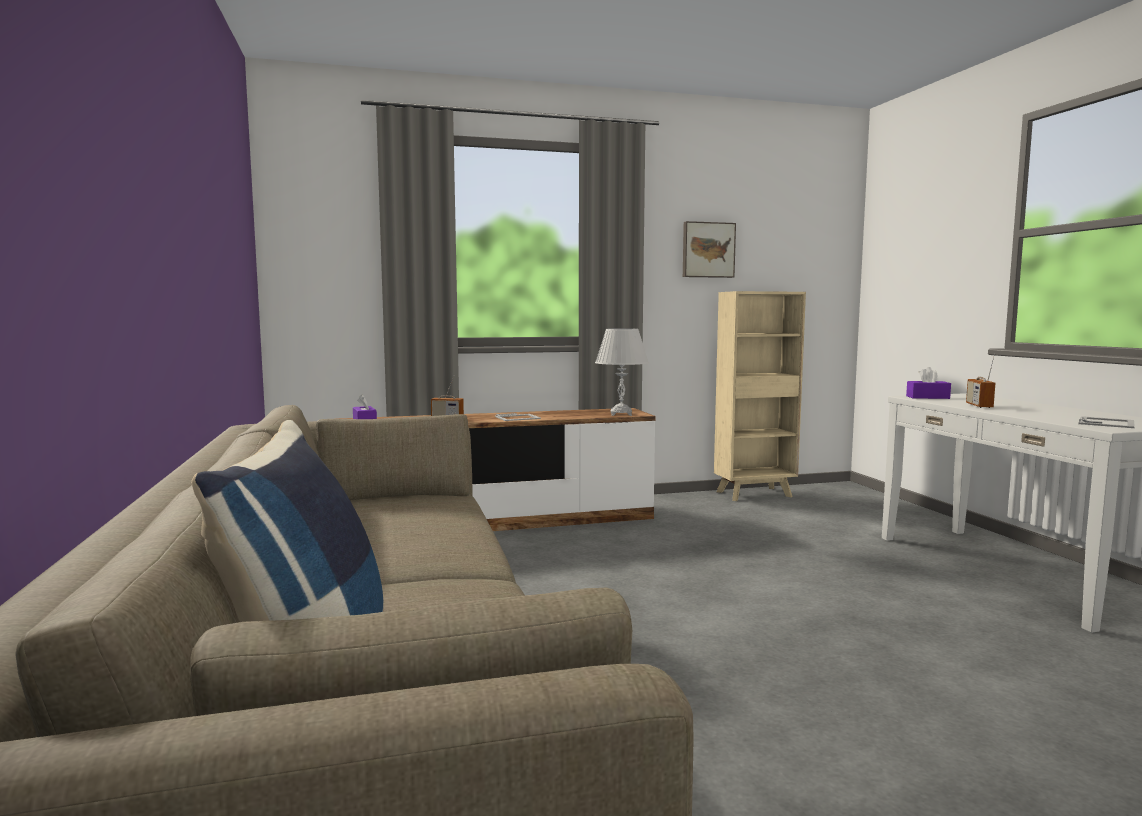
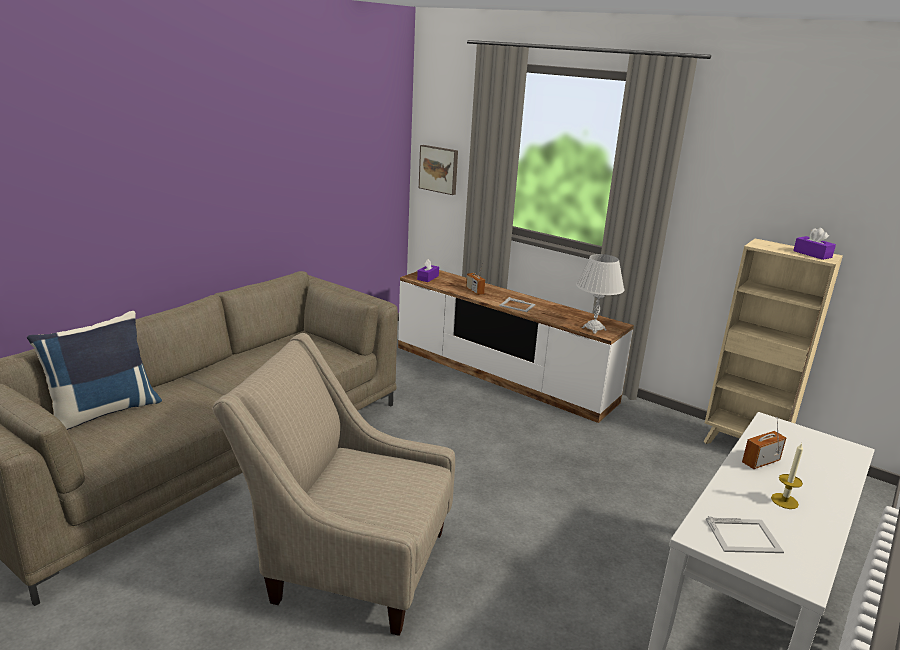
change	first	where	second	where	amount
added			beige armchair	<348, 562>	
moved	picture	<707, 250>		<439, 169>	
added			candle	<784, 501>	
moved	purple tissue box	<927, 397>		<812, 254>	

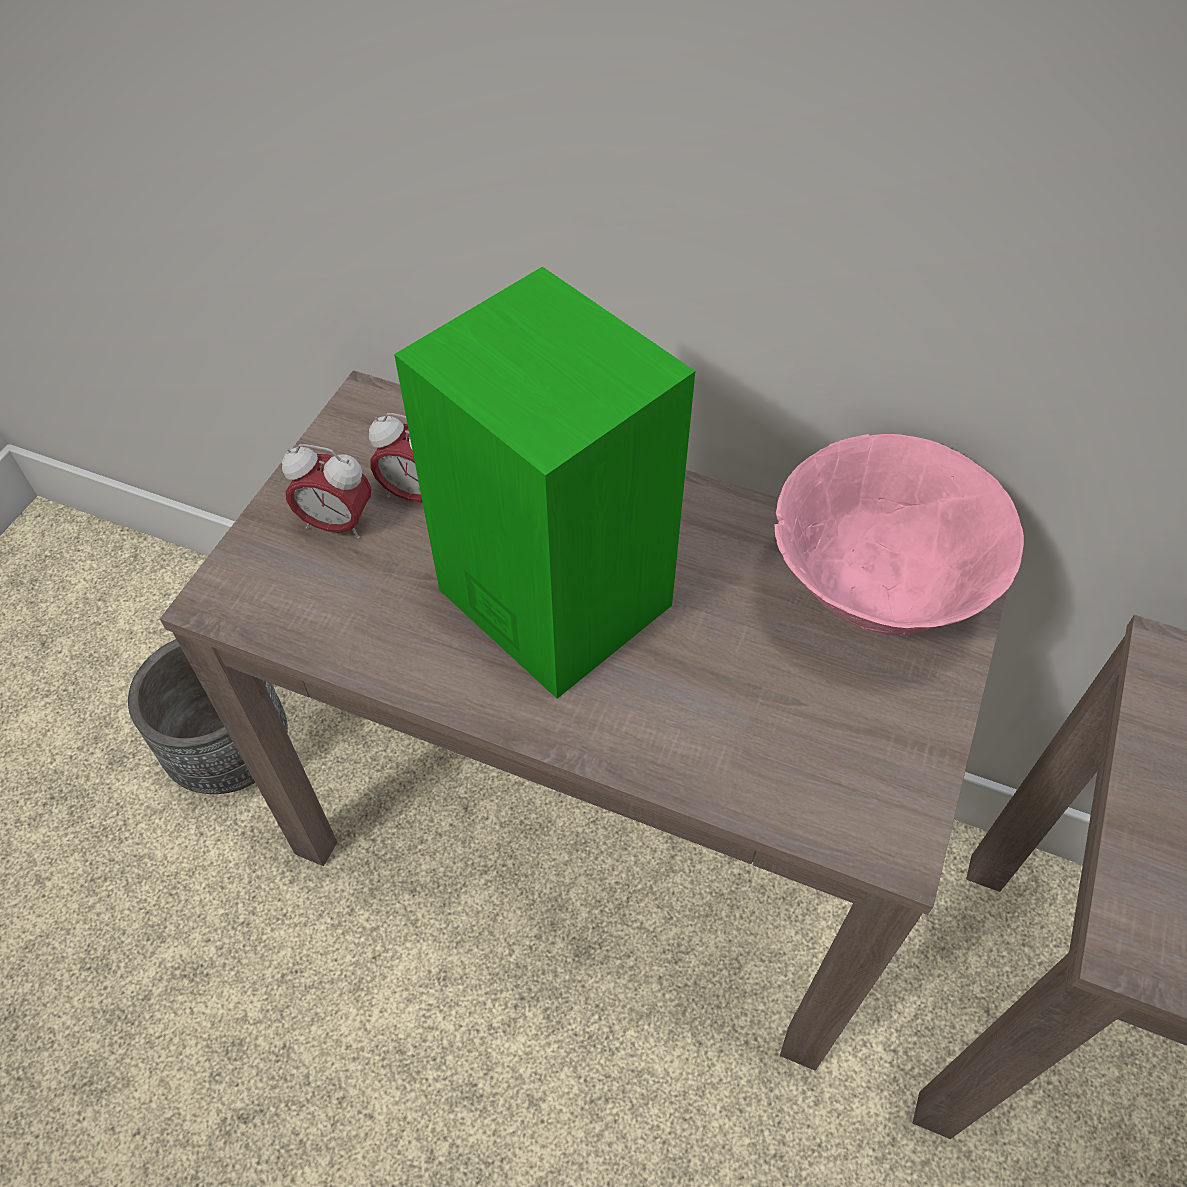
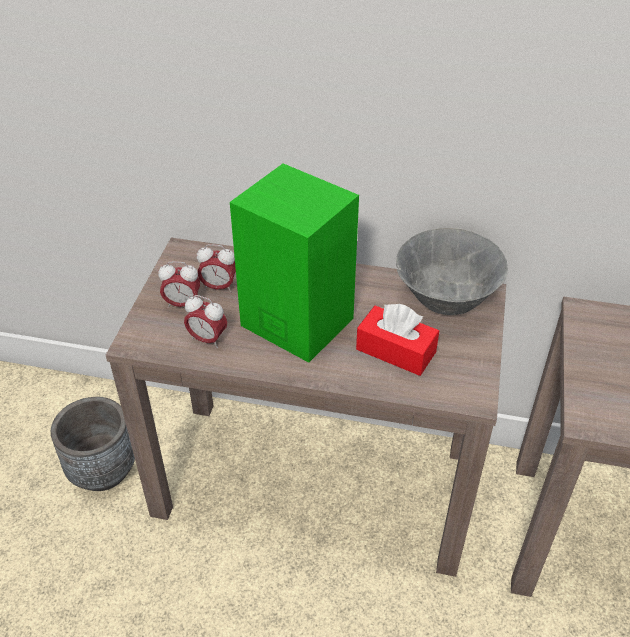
change	first	where	second	where	amount
added			alarm clock	<207, 339>	
added			red tissue box	<396, 351>	
recoloured	pink bowl	<873, 593>	grey bowl	<445, 302>	

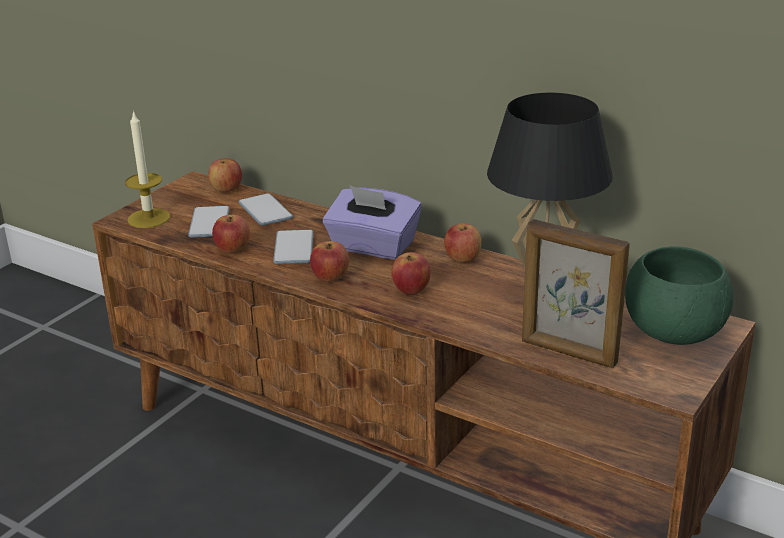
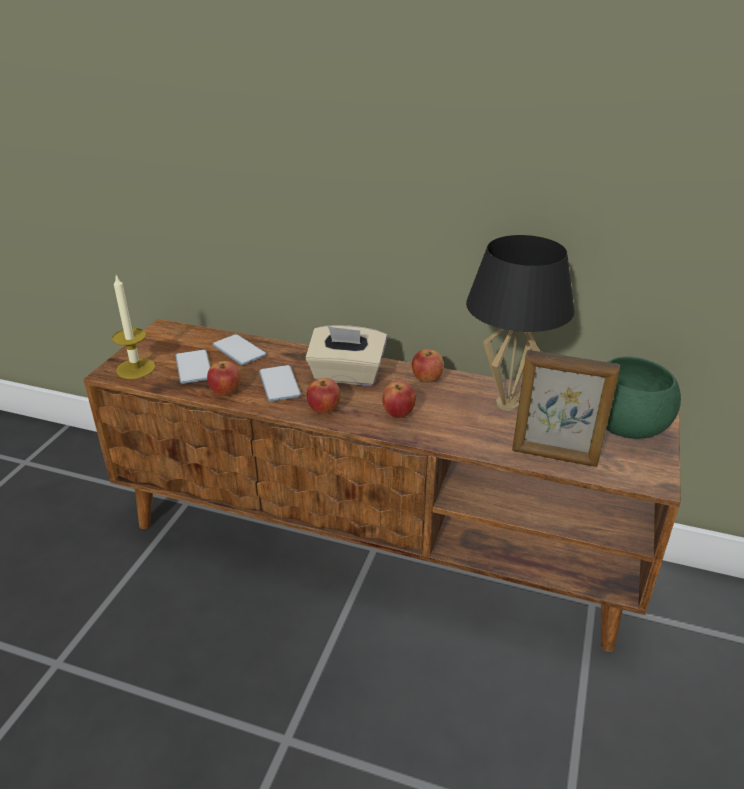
change	first	where	second	where	amount
recoloured	purple tissue box	<372, 247>	beige tissue box	<347, 375>	
removed	apple	<226, 190>			

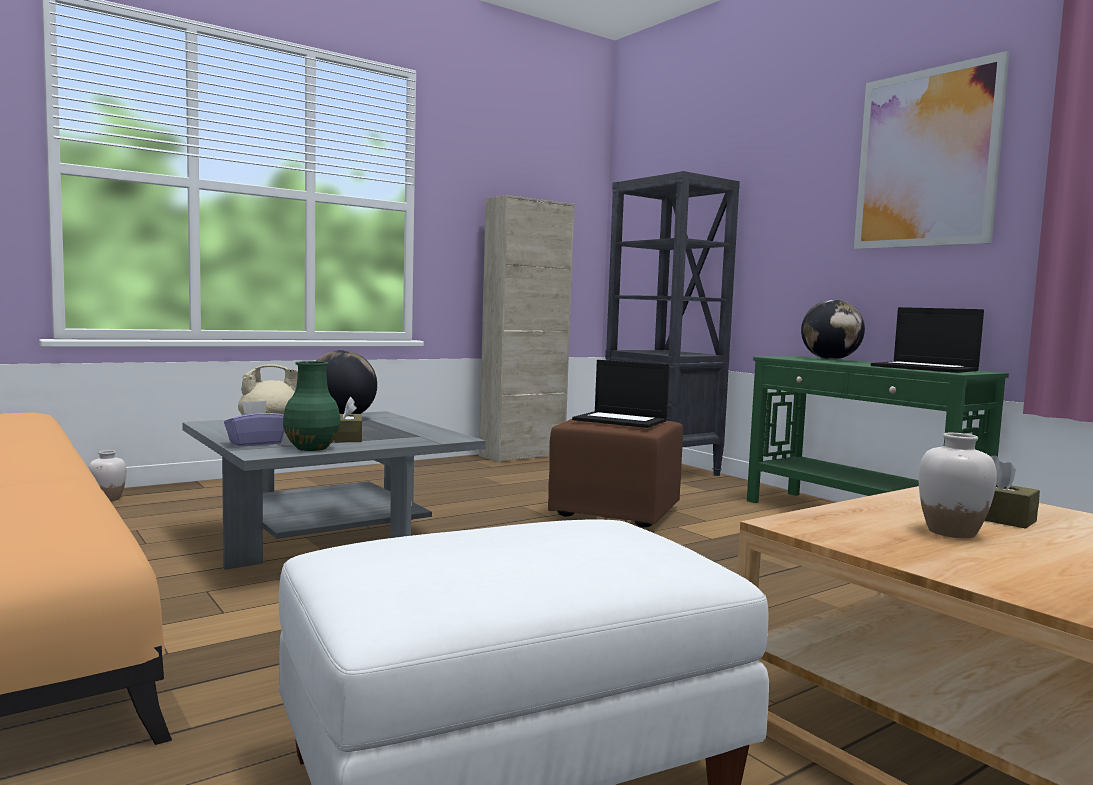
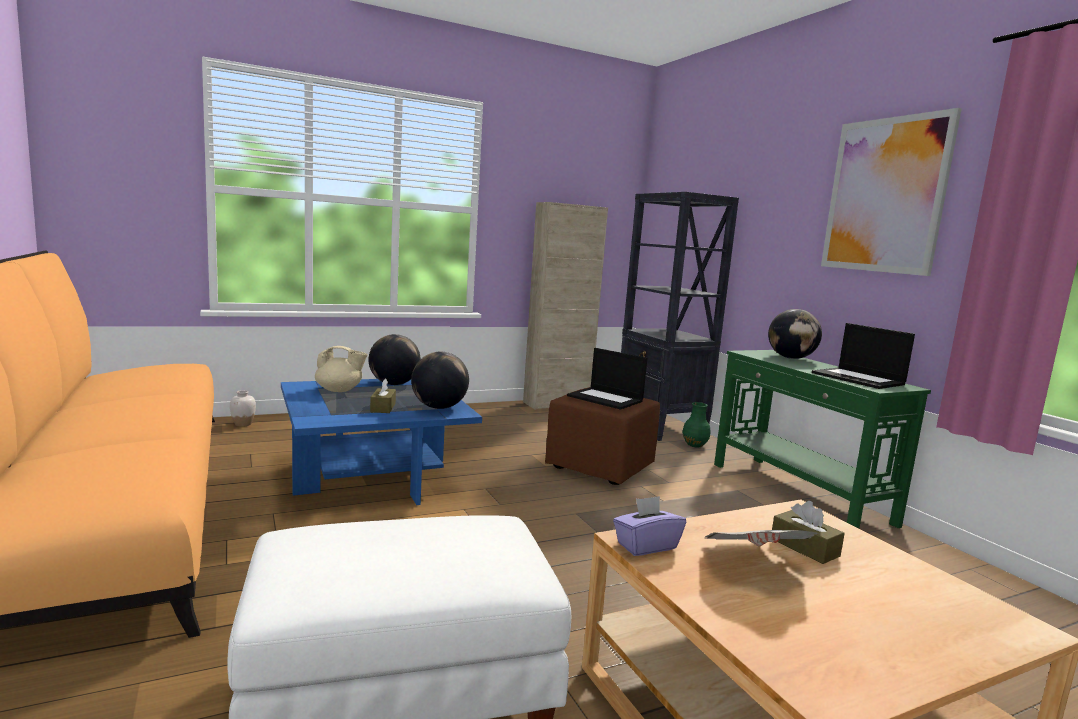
change	first	where	second	where	amount
recoloured	grey coffee table	<328, 541>	blue coffee table	<374, 476>	
added			globe	<439, 407>	
moved	purple tissue box	<255, 443>		<646, 546>	
moved	green vase	<312, 448>		<695, 445>	
replaced	white vase	<951, 532>	newspaper	<753, 562>	

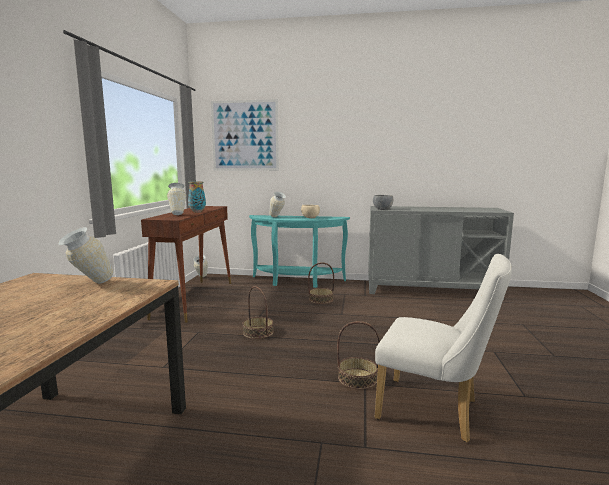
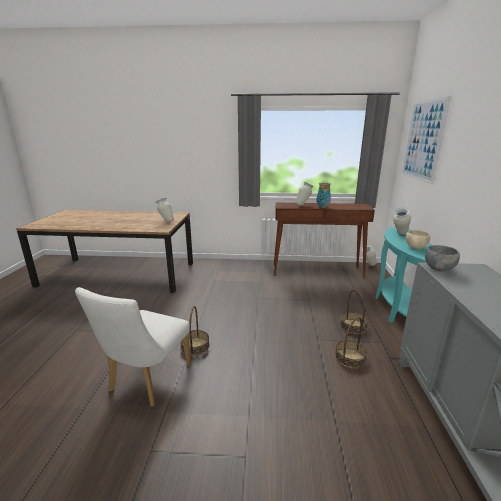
change	first	where	second	where	amount
moved	basket	<258, 332>		<350, 358>	

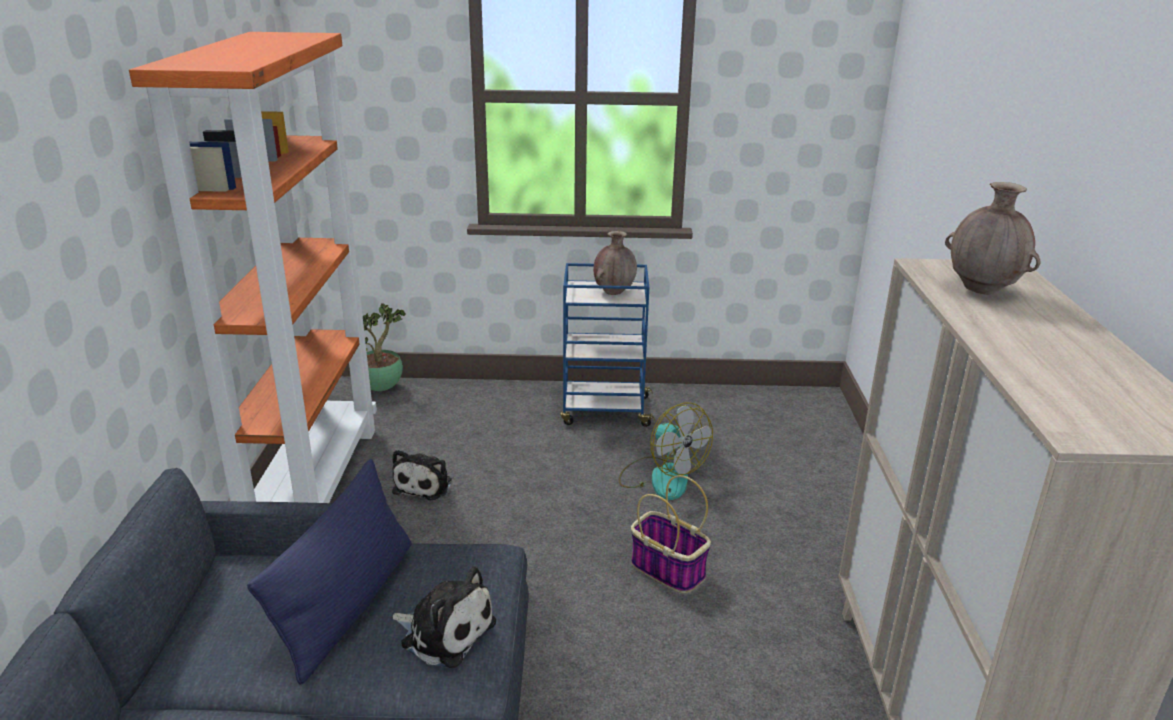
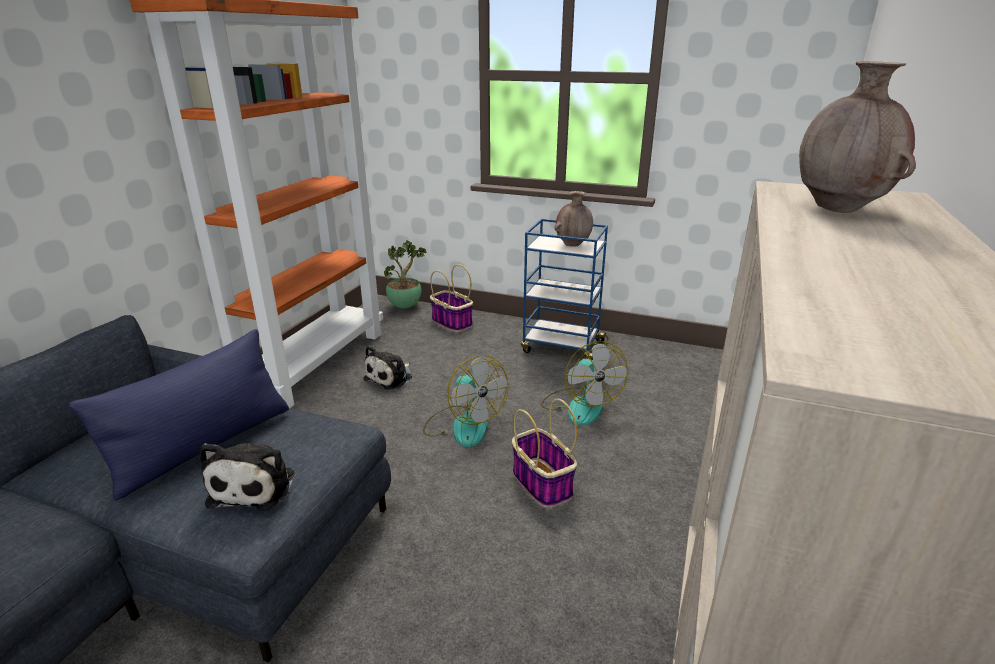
change	first	where	second	where	amount
turned	plush toy	<444, 632>		<255, 485>	45 degrees clockwise
added			fan	<463, 425>	
added			basket	<451, 322>	

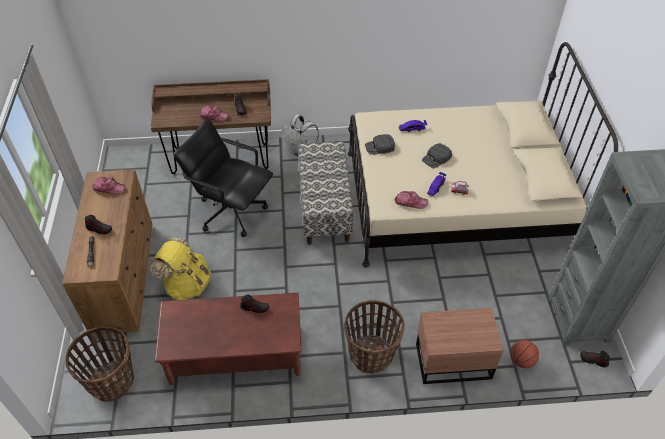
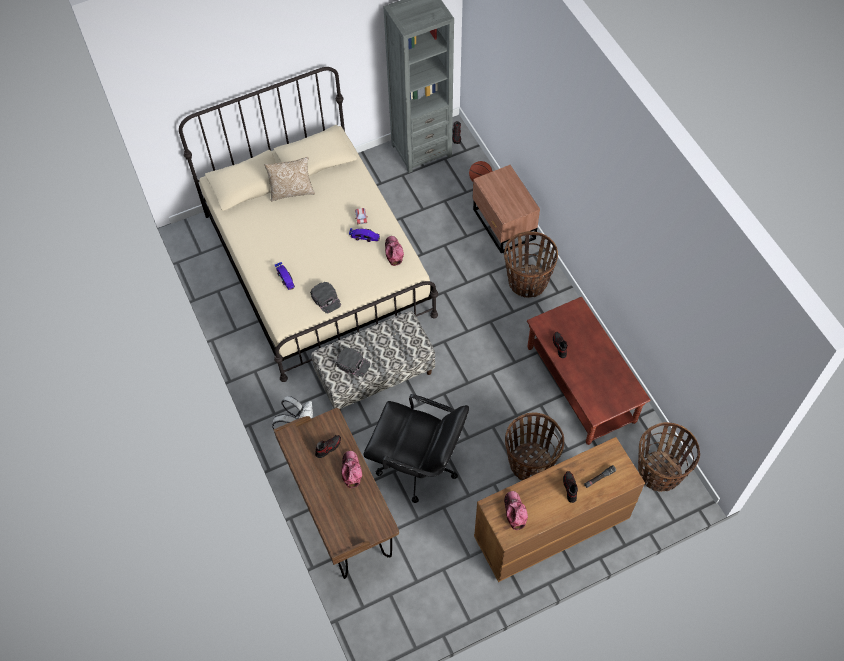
change	first	where	second	where	amount
added			pillow	<291, 191>	
moved	black cap	<436, 158>		<353, 363>	
turned	black office chair	<231, 211>		<418, 465>	75 degrees counterclockwise
replaced	yellow backpack	<186, 284>	basket	<530, 462>	

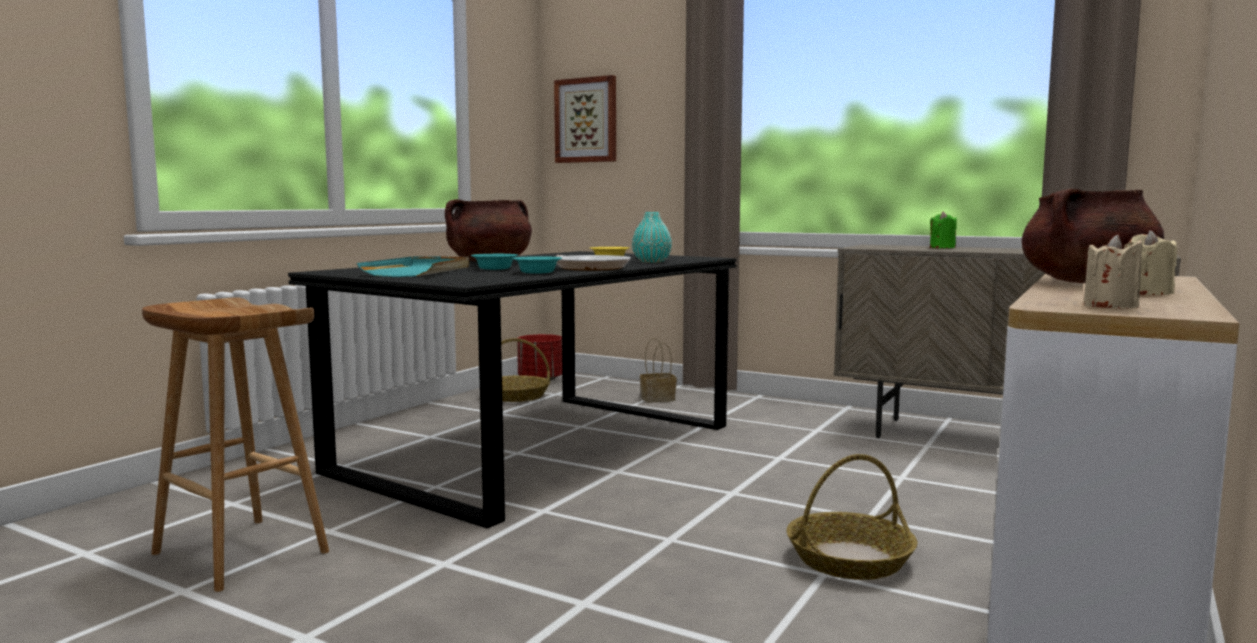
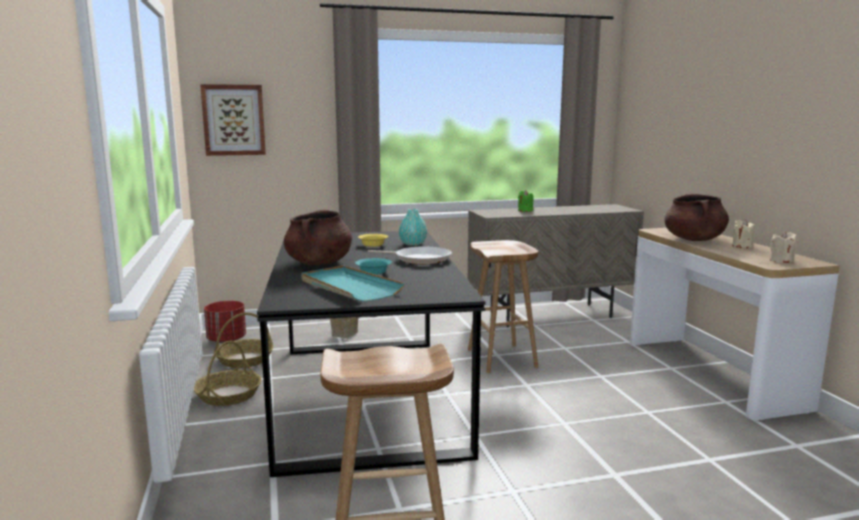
change	first	where	second	where	amount
moved	basket	<850, 559>		<228, 395>	
added			brown stool	<503, 358>	
removed	turquoise bowl	<538, 272>			

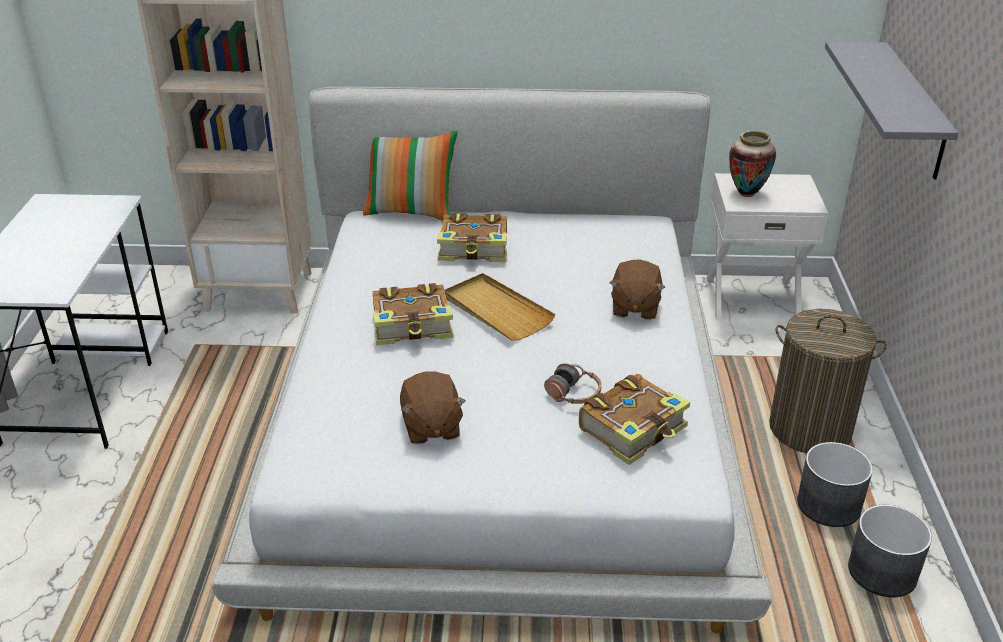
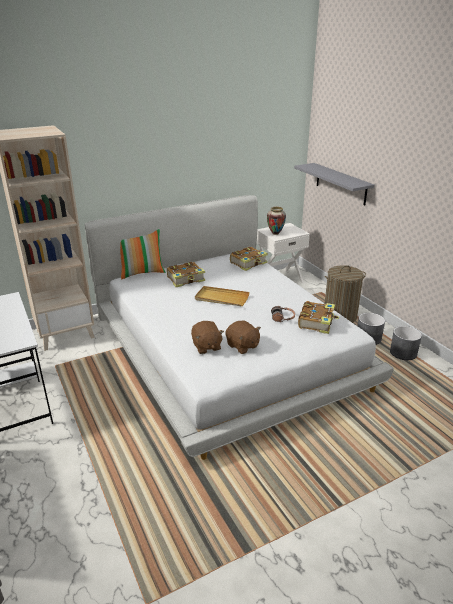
change	first	where	second	where	amount
moved	brown plush toy	<634, 307>		<206, 346>	
moved	book	<413, 326>		<249, 263>	

